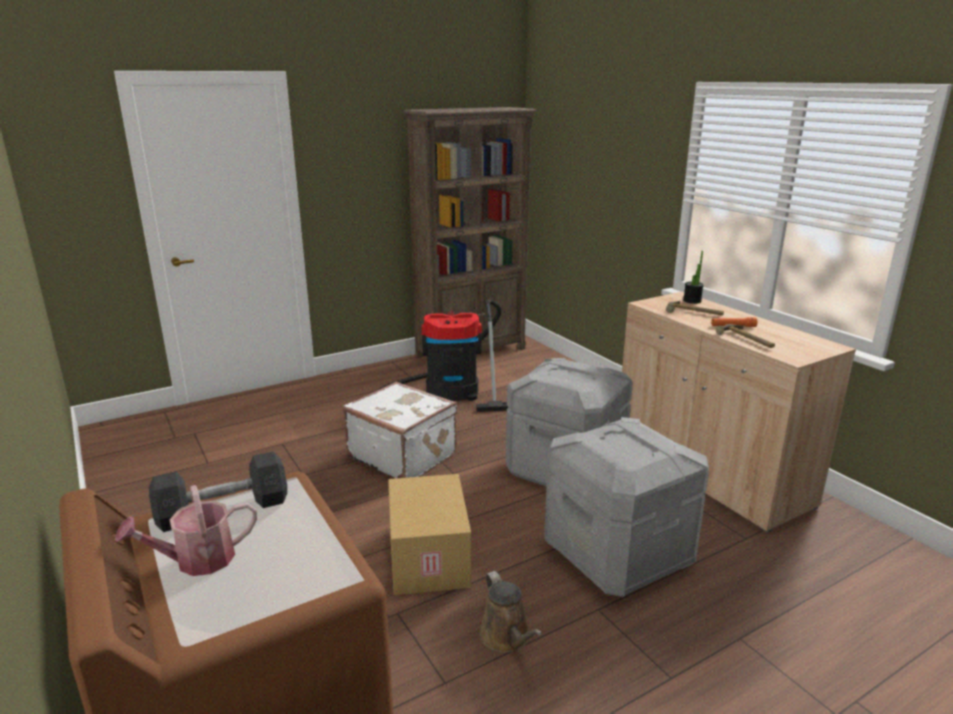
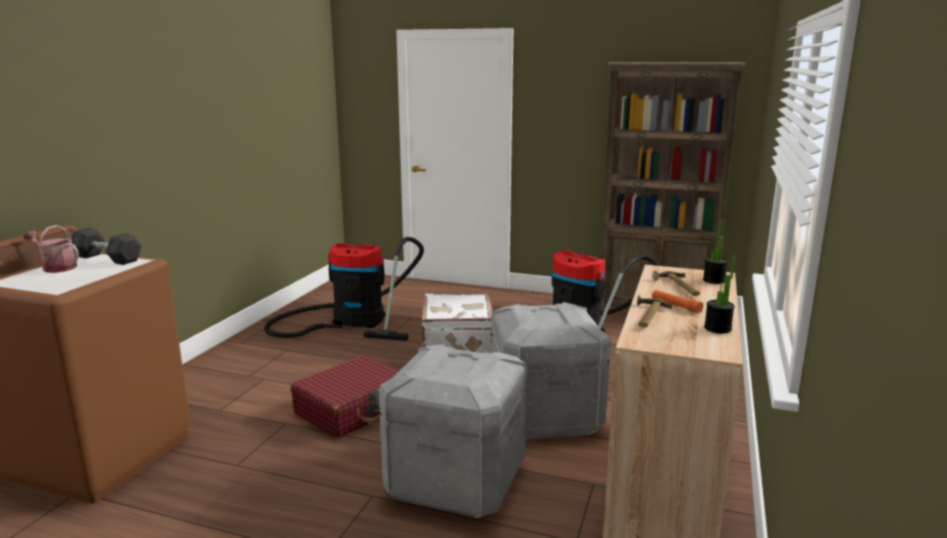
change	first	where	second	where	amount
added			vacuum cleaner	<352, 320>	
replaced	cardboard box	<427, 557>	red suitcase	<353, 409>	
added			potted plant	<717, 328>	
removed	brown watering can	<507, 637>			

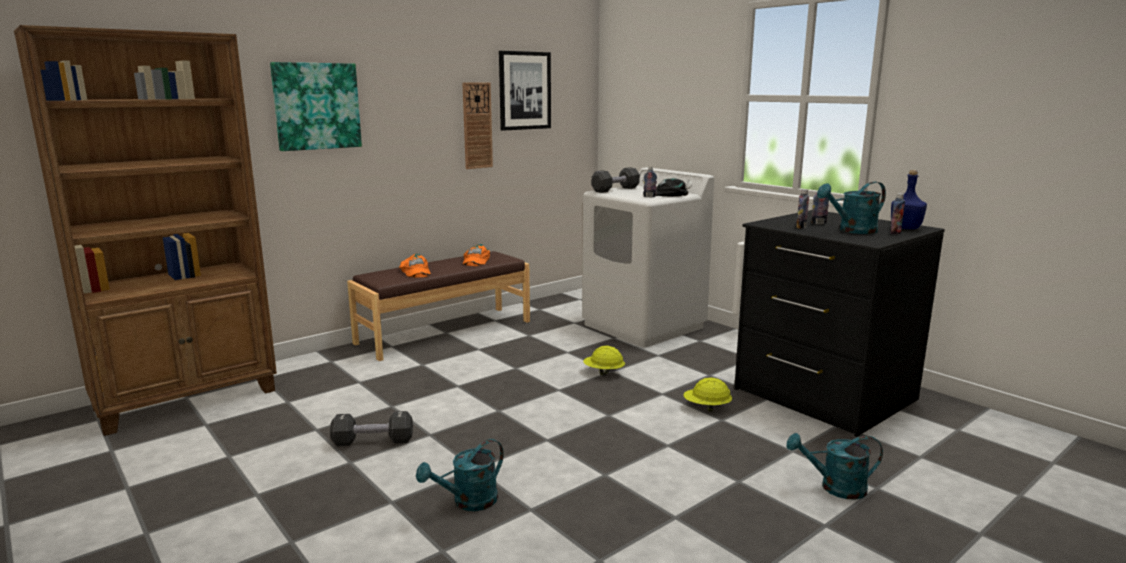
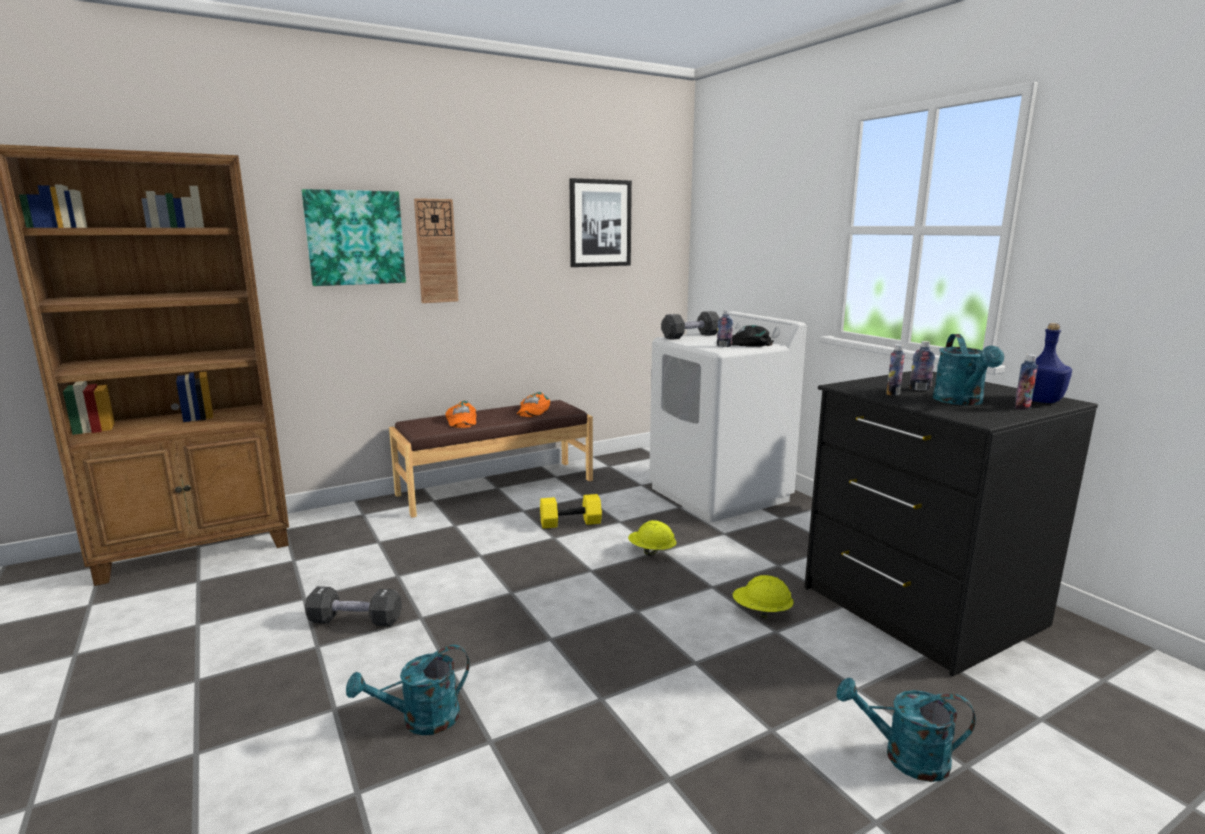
change	first	where	second	where	amount
moved	wall clock	<477, 125>		<436, 251>	
added			yellow dumbbell	<571, 522>	
turned	turquoise watering can	<852, 231>		<961, 402>	75 degrees counterclockwise

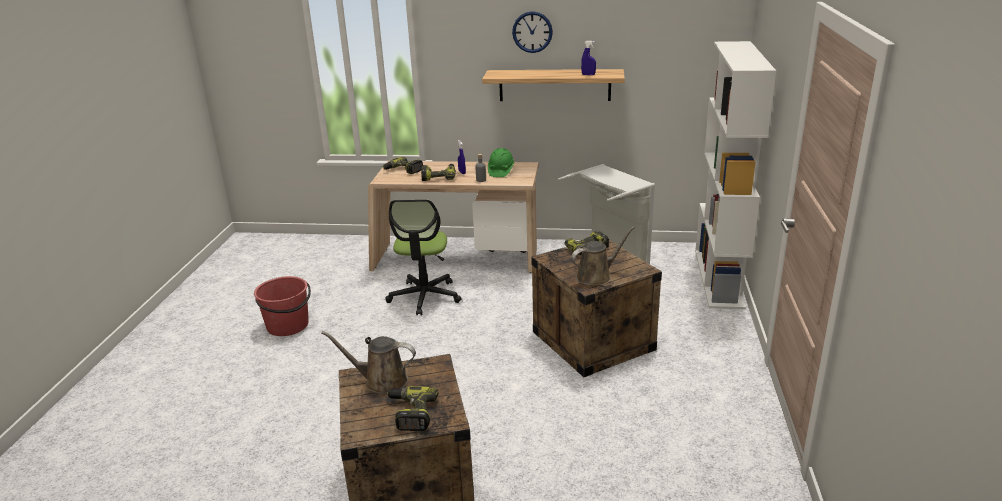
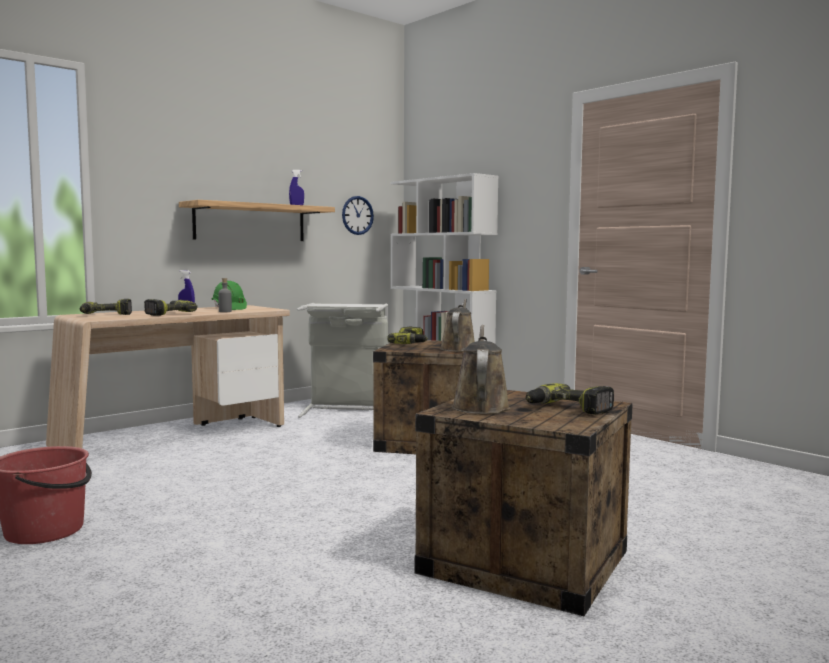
change	first	where	second	where	amount
moved	wall clock	<532, 32>		<357, 215>	
turned	brown watering can	<381, 381>		<480, 406>	135 degrees clockwise
removed	office chair	<424, 297>			

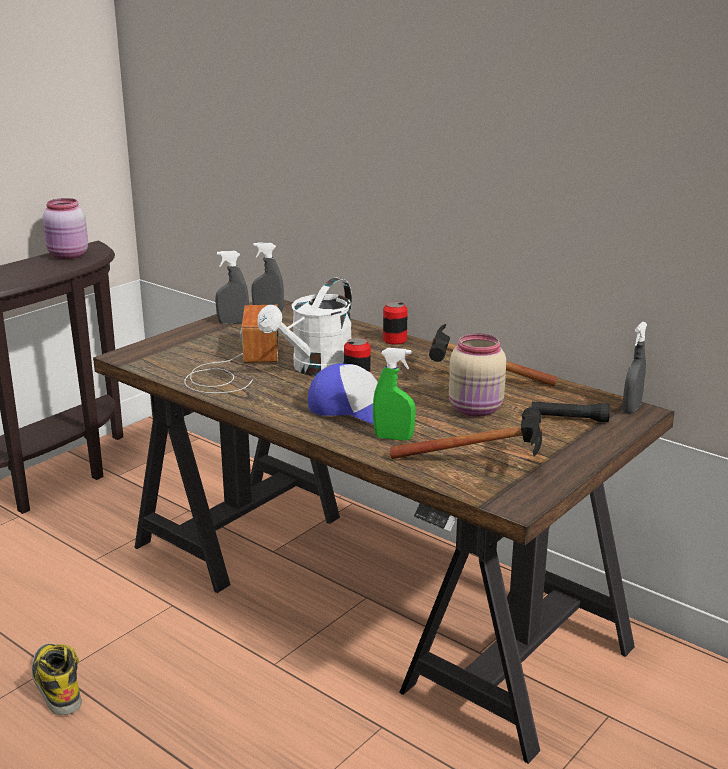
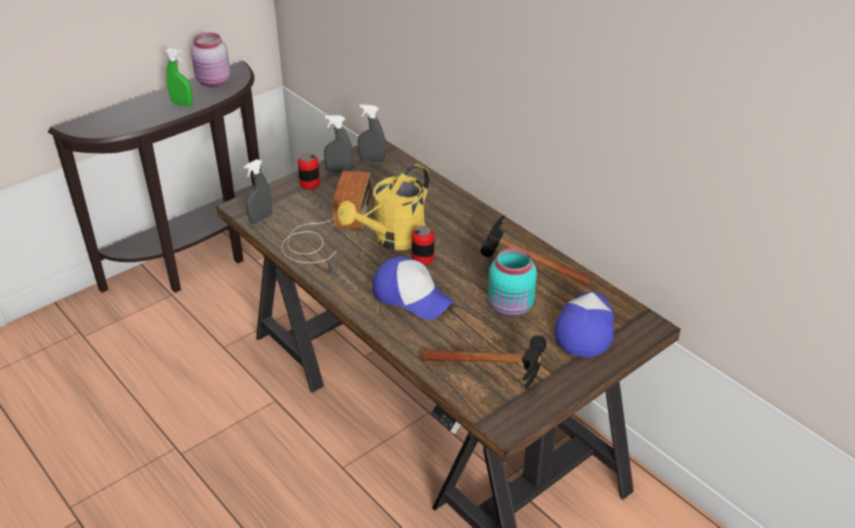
change	first	where	second	where	amount
moved	green spray bottle	<393, 438>		<182, 104>	
moved	grey spray bottle	<631, 408>		<260, 219>	
moved	can	<395, 340>		<310, 184>	
recoloured	white watering can	<315, 368>	yellow watering can	<392, 240>	
recoloured	beige jar	<477, 410>	turquoise jar	<511, 308>	
replaced	black flashlight	<569, 418>	cap	<585, 328>	
removed	boot	<56, 684>			

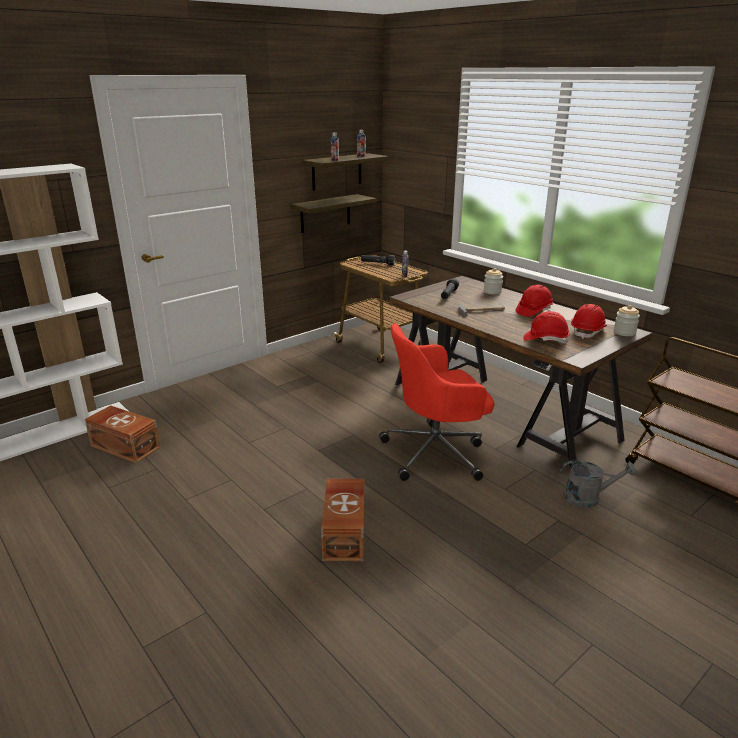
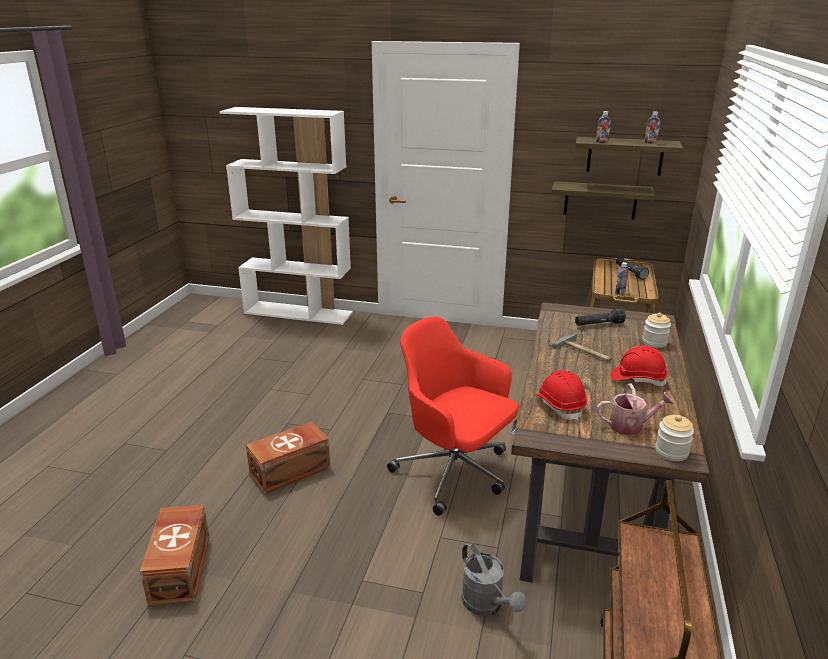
change	first	where	second	where	amount
moved	brown storage box	<125, 446>		<182, 567>	
replaced	red hard hat	<588, 331>	watering can	<631, 426>	

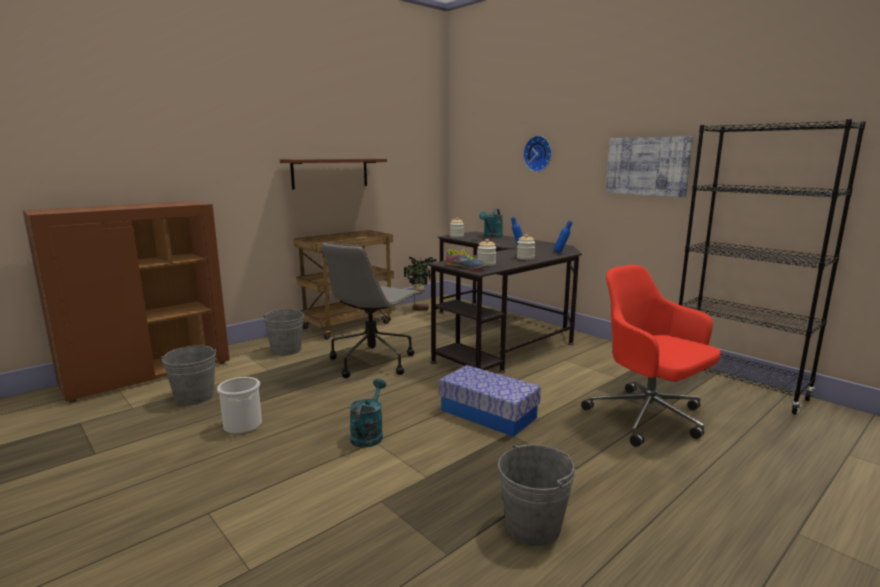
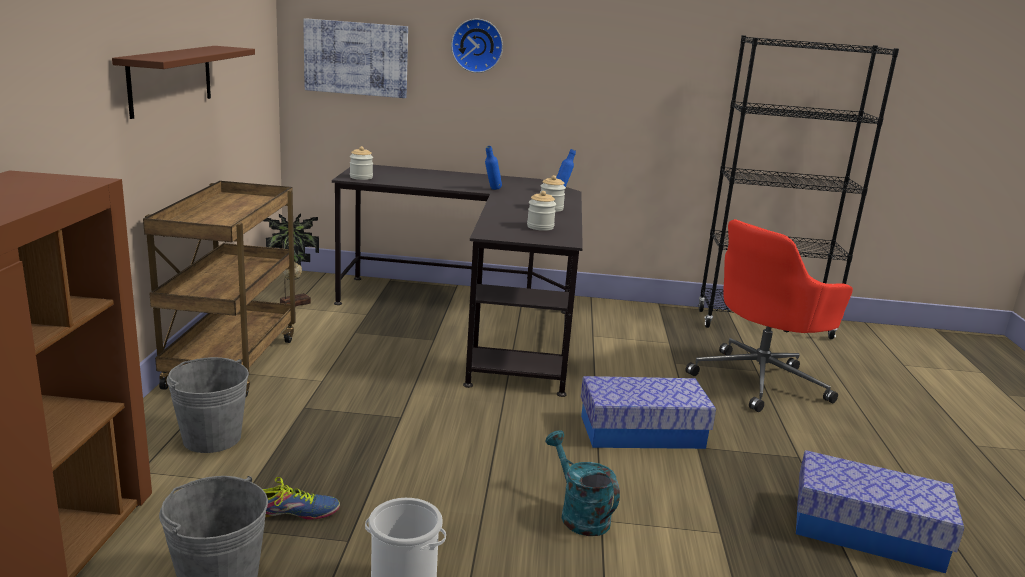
change	first	where	second	where	amount
moved	shoe	<465, 267>		<293, 512>	
moved	picture	<647, 166>		<356, 58>	
turned	red office chair	<649, 418>		<760, 380>	45 degrees counterclockwise
replaced	grey bucket	<533, 526>	storage box	<867, 531>	
removed	grey office chair	<372, 361>			
removed	turquoise watering can	<491, 237>			

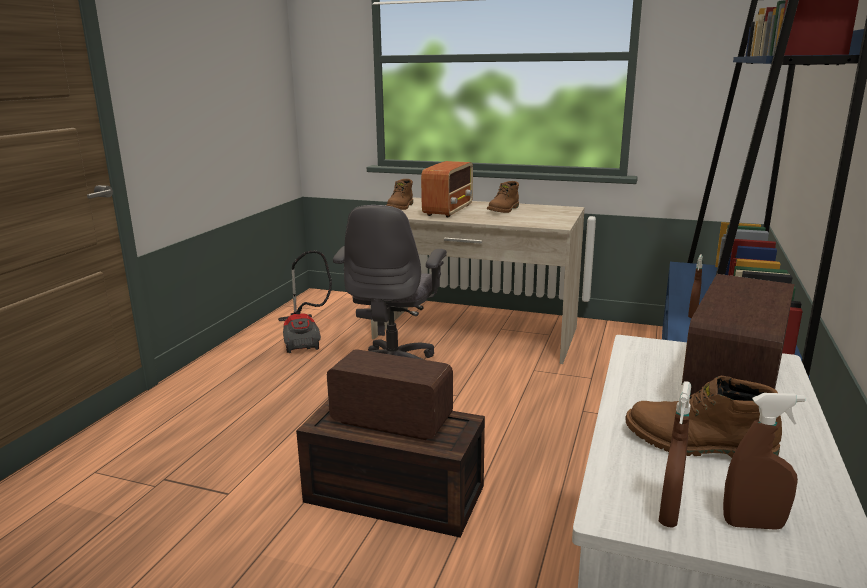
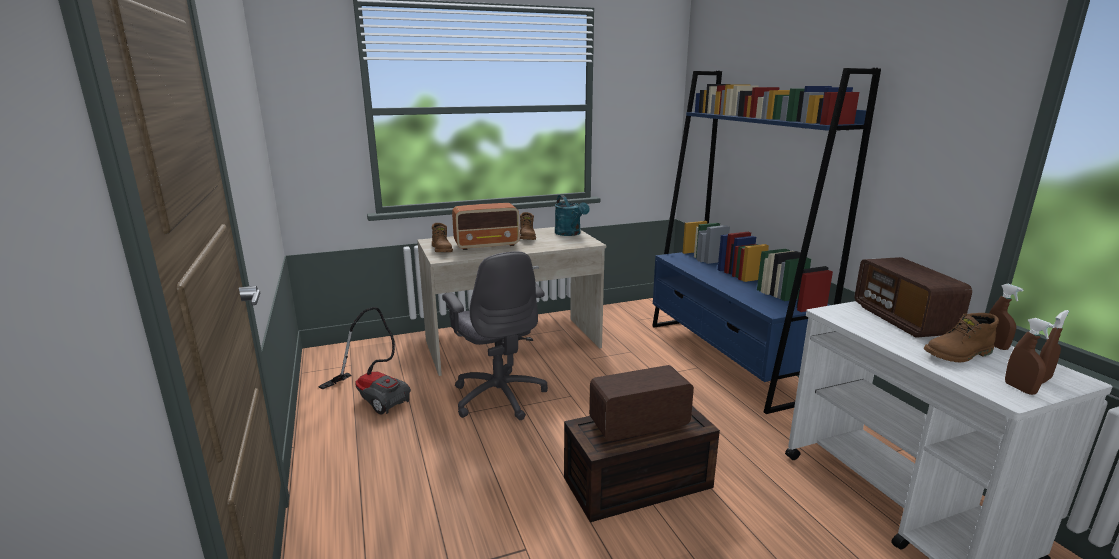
change	first	where	second	where	amount
turned	radio	<448, 210>		<487, 245>	90 degrees clockwise
added			turquoise watering can	<570, 234>	
moved	brown spray bottle	<692, 315>		<995, 346>	

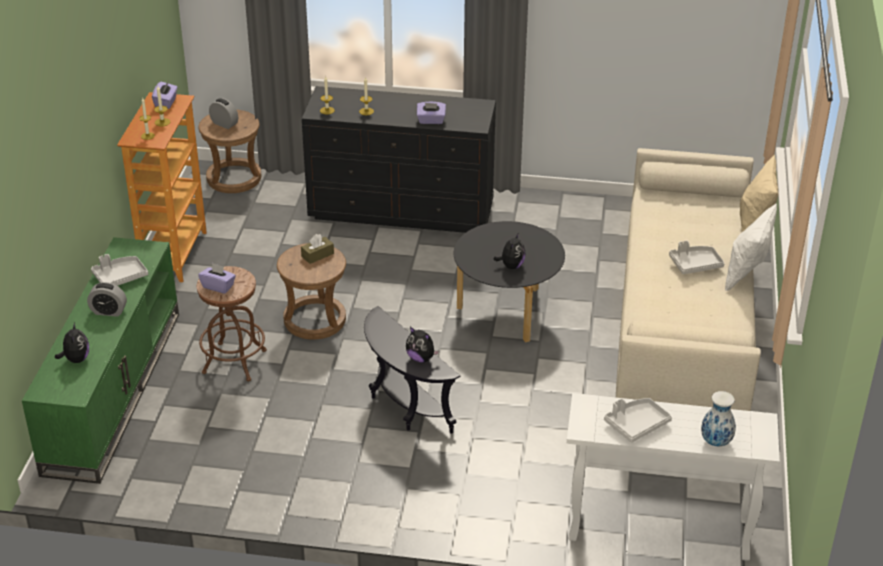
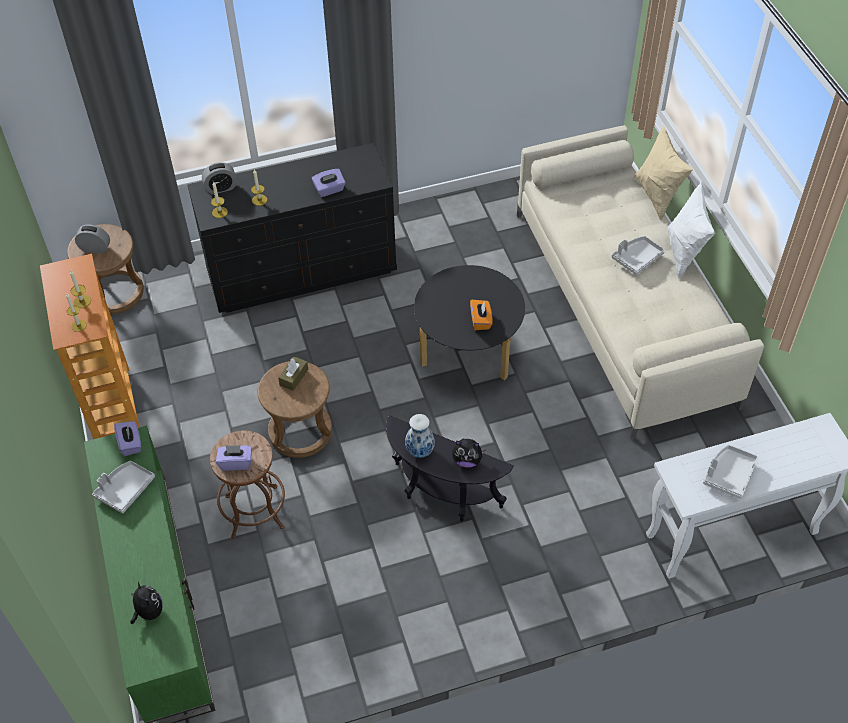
change	first	where	second	where	amount
moved	purple tissue box	<166, 103>		<130, 444>	
moved	alarm clock	<108, 311>		<221, 188>	
moved	vase	<716, 441>		<420, 450>	
replaced	plush toy	<511, 266>	orange tissue box	<481, 321>	

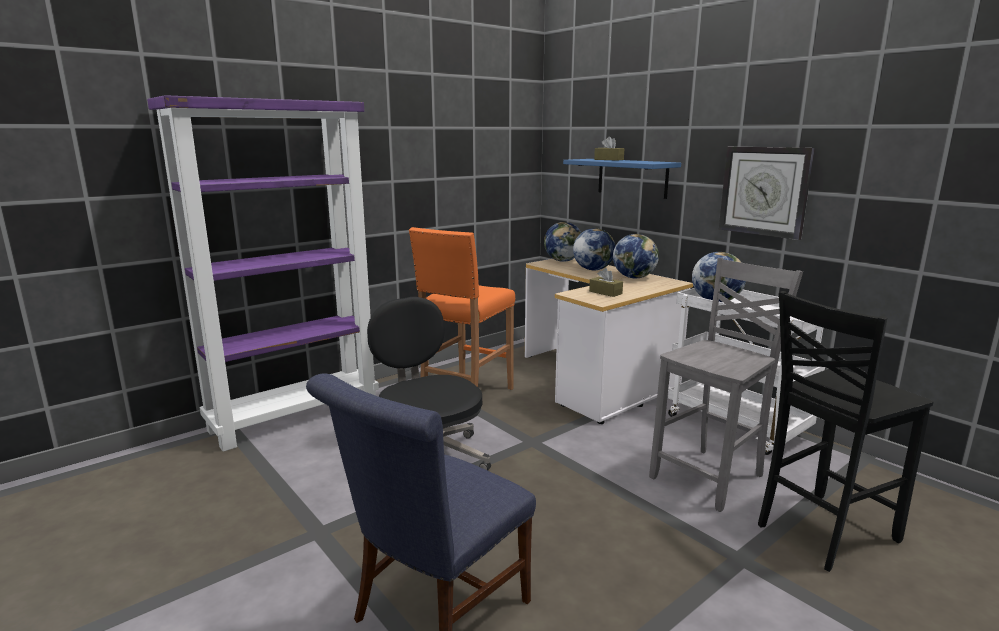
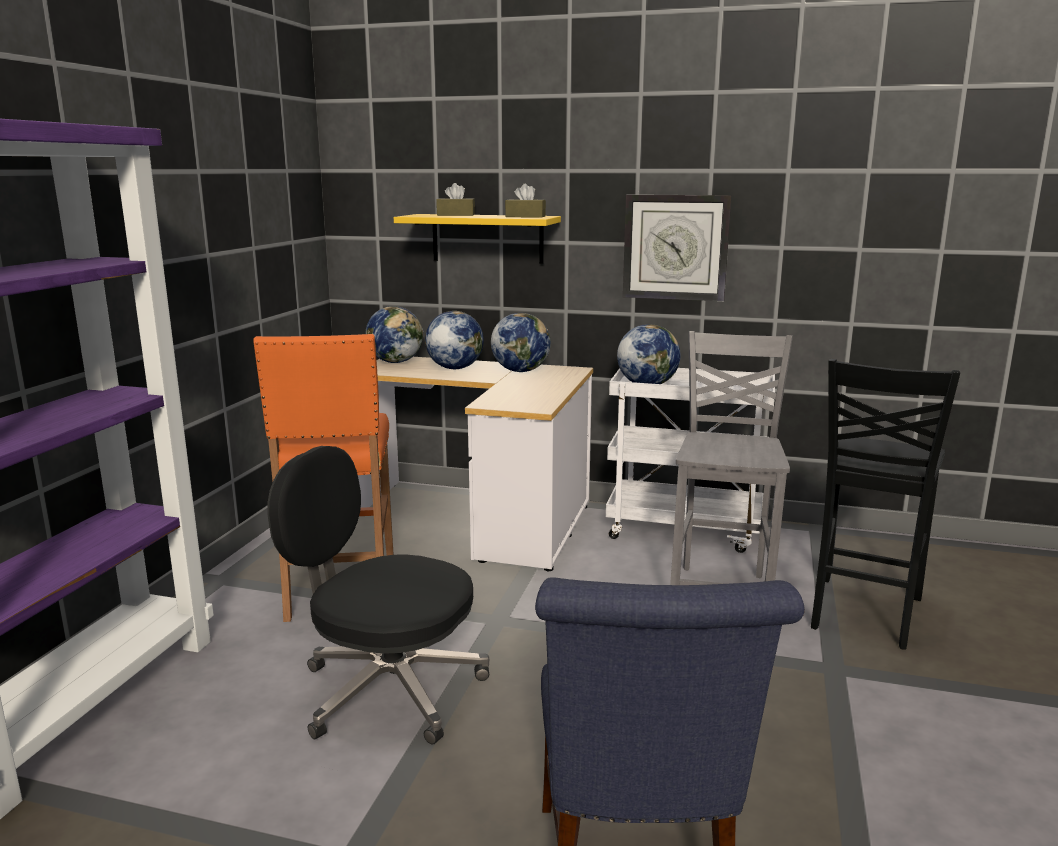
change	first	where	second	where	amount
recoloured	blue shelf	<632, 178>	yellow shelf	<487, 238>	
moved	brown tissue box	<605, 292>		<525, 216>	

